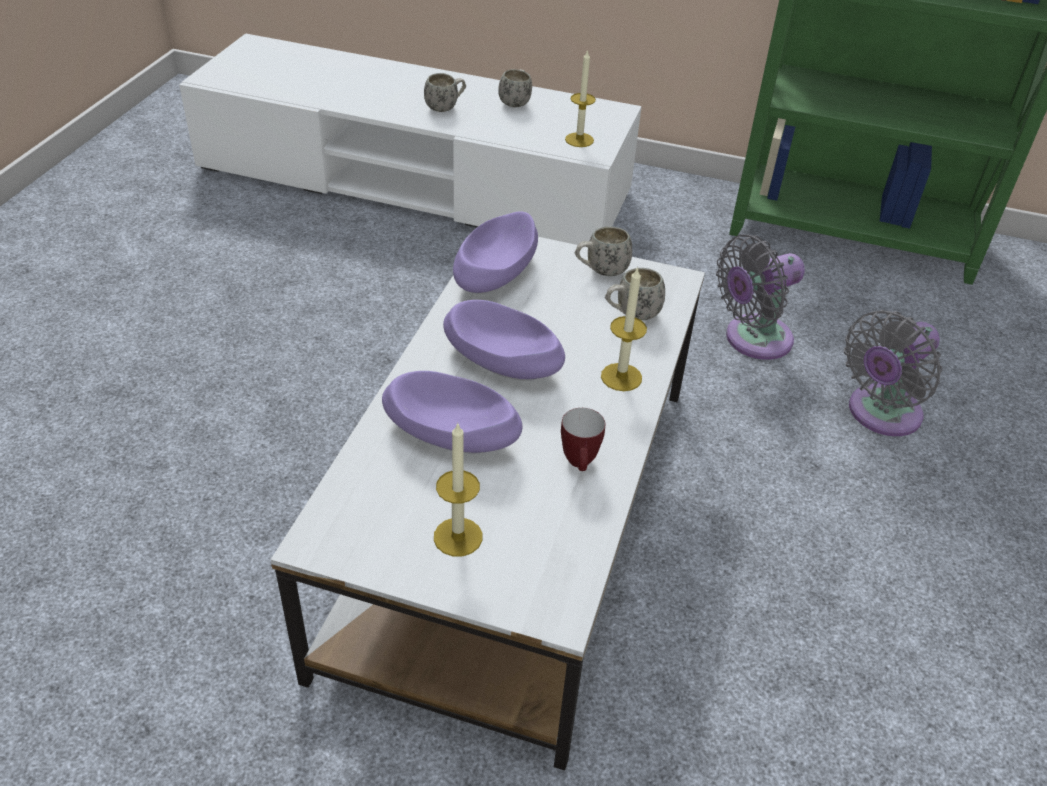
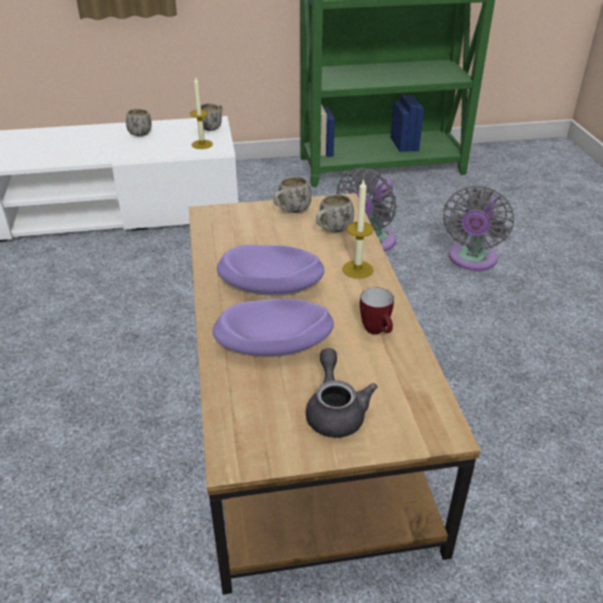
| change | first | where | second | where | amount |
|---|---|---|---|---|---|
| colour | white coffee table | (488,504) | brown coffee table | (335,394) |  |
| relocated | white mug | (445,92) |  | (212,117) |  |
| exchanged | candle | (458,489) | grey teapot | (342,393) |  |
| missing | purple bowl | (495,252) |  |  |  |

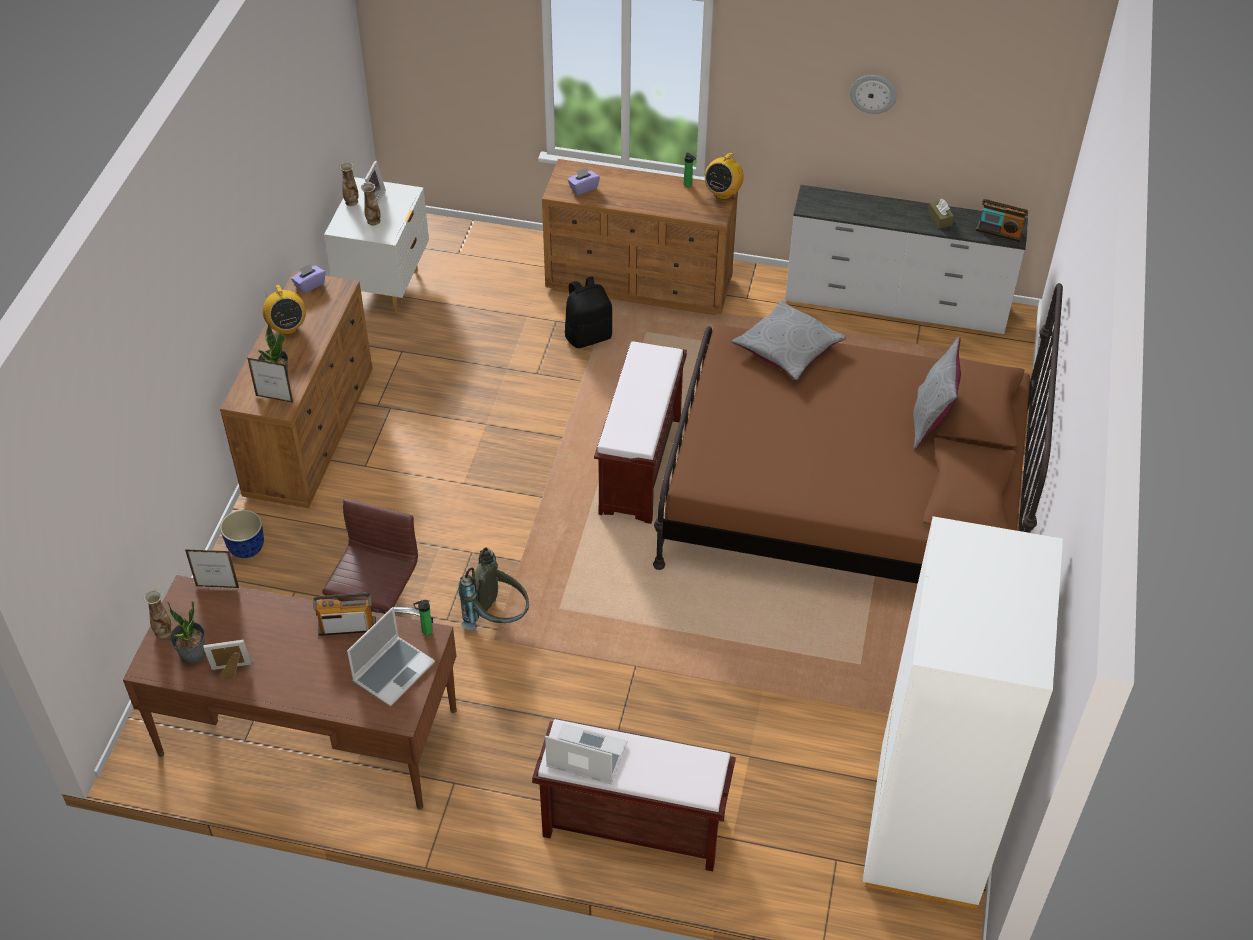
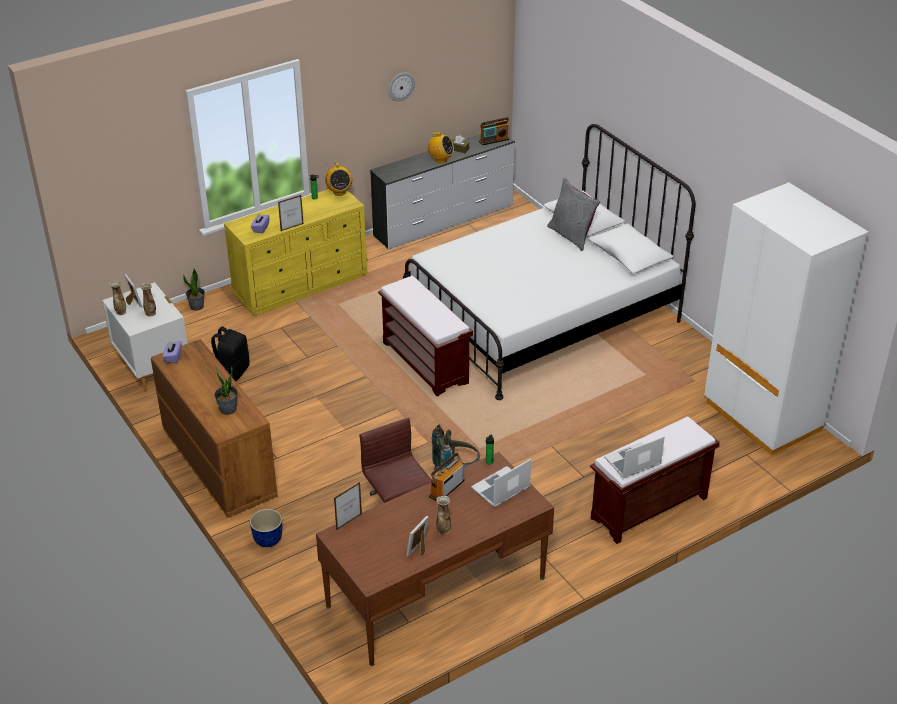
| change | first | where | second | where | amount |
|---|---|---|---|---|---|
| relocated | potted plant | (187,632) |  | (194,289) |  |
| relocated | black backpack | (588,312) |  | (230,353) |  |
| colour | brown dresser | (640,237) | yellow dresser | (296,252) |  |
| relocated | picture frame | (270,380) |  | (290,213) |  |
| colour | brown bed | (858,433) | white bed | (549,262) |  |
| relocated | radio | (284,310) |  | (439,147) |  |
| relocated | vase | (157,613) |  | (443,515) |  |
| spun | laptop | (391,656) |  | (501,483) | 120 degrees counterclockwise |
| missing | grey pillow | (789,340) |  |  |  |

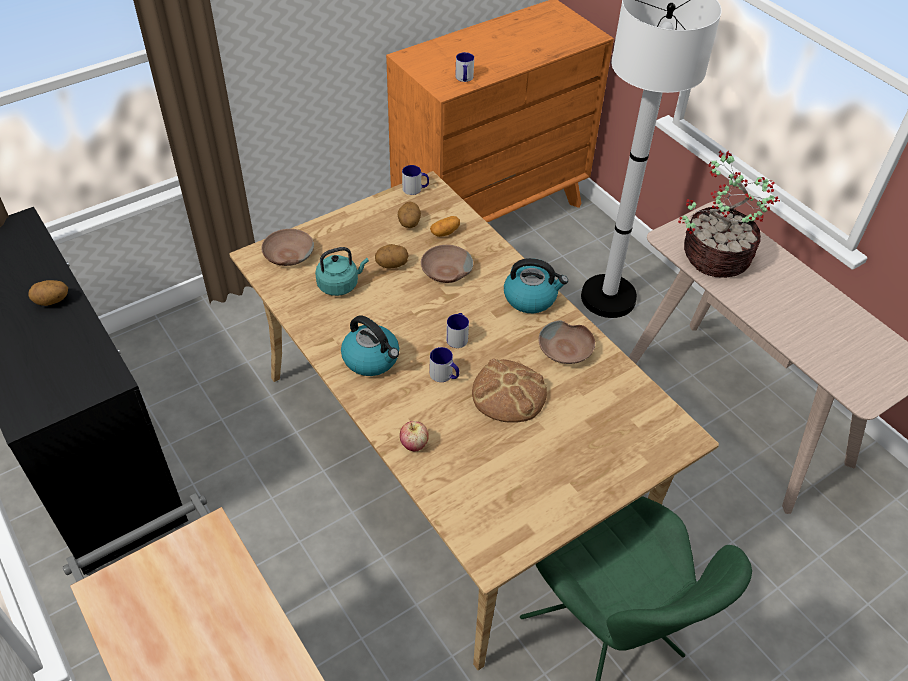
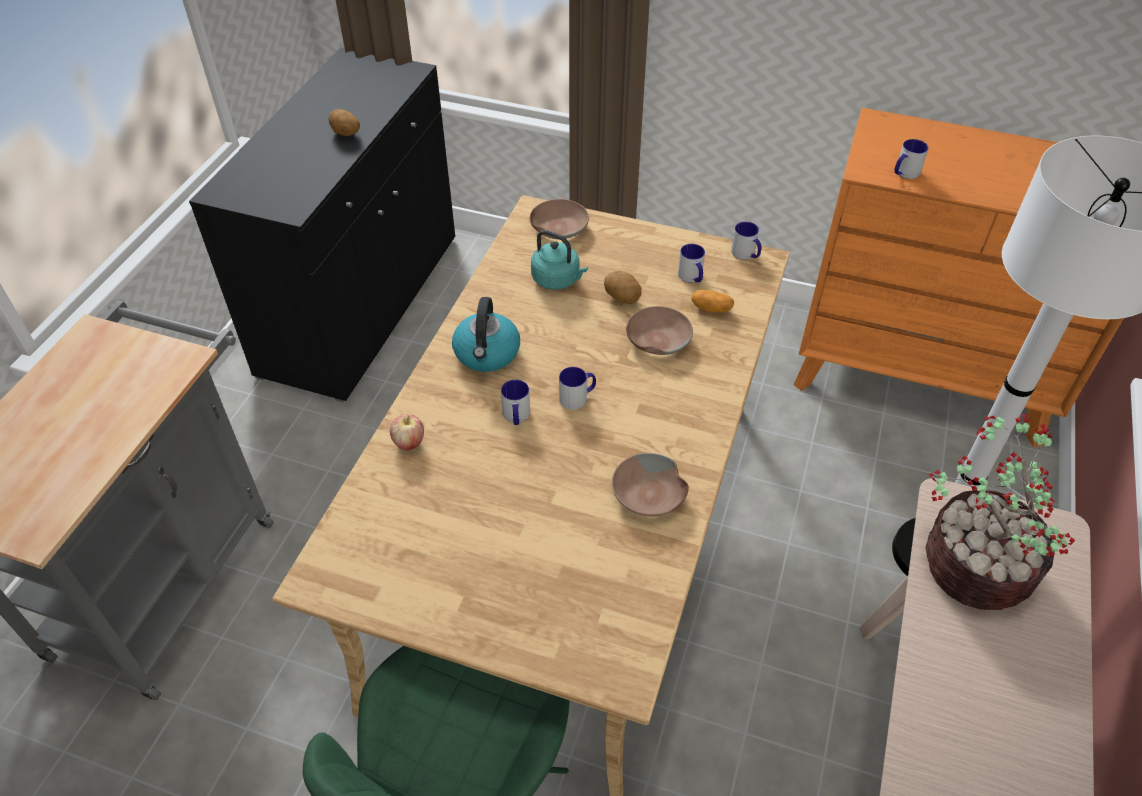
| change | first | where | second | where | amount |
|---|---|---|---|---|---|
| exchanged | potato | (409,215) | mug | (691,263) |  |
| missing | bread | (509,390) |  |  |  |
| missing | kettle | (536,285) |  |  |  |

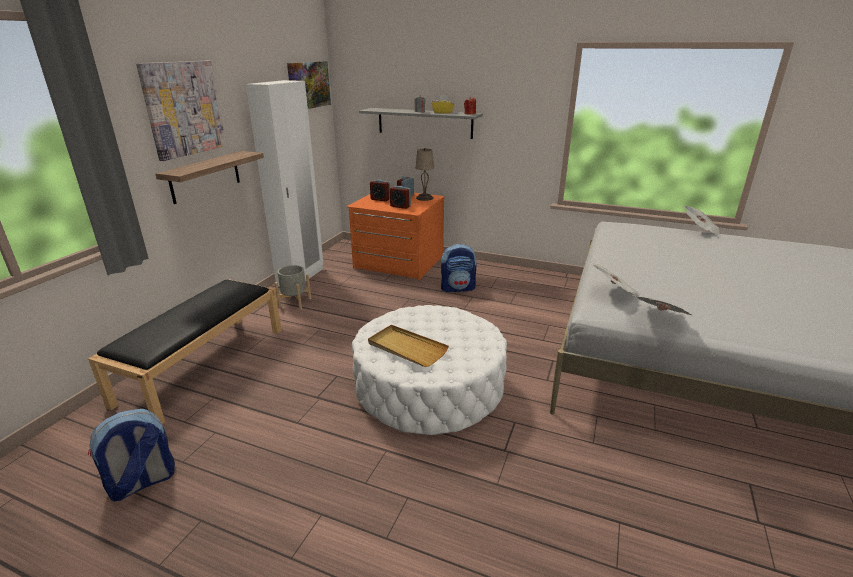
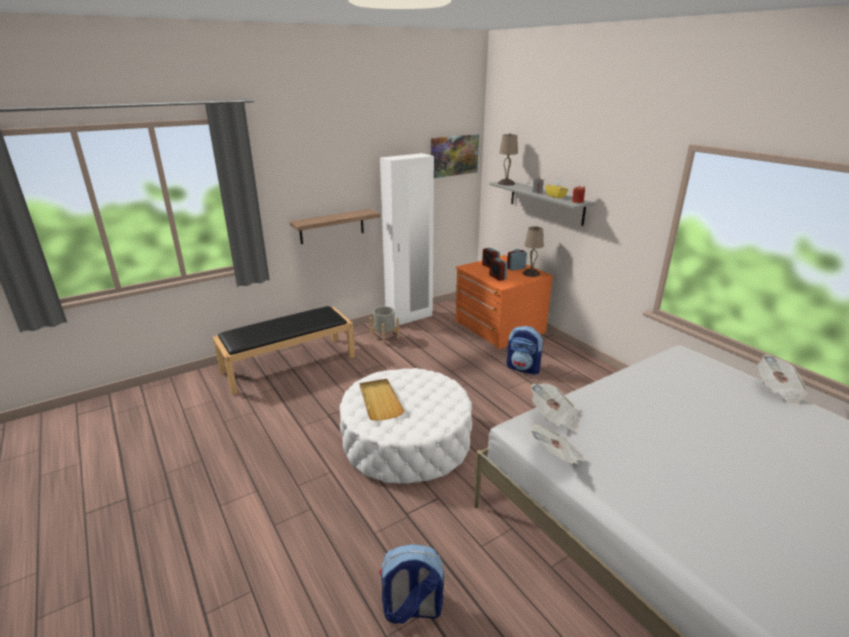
| change | first | where | second | where | amount |
|---|---|---|---|---|---|
| relocated | backpack | (131,455) |  | (411,584) |  |
| appeared |  |  | beige table lamp | (508,159) |  |
| missing | picture | (181,111) |  |  |  |

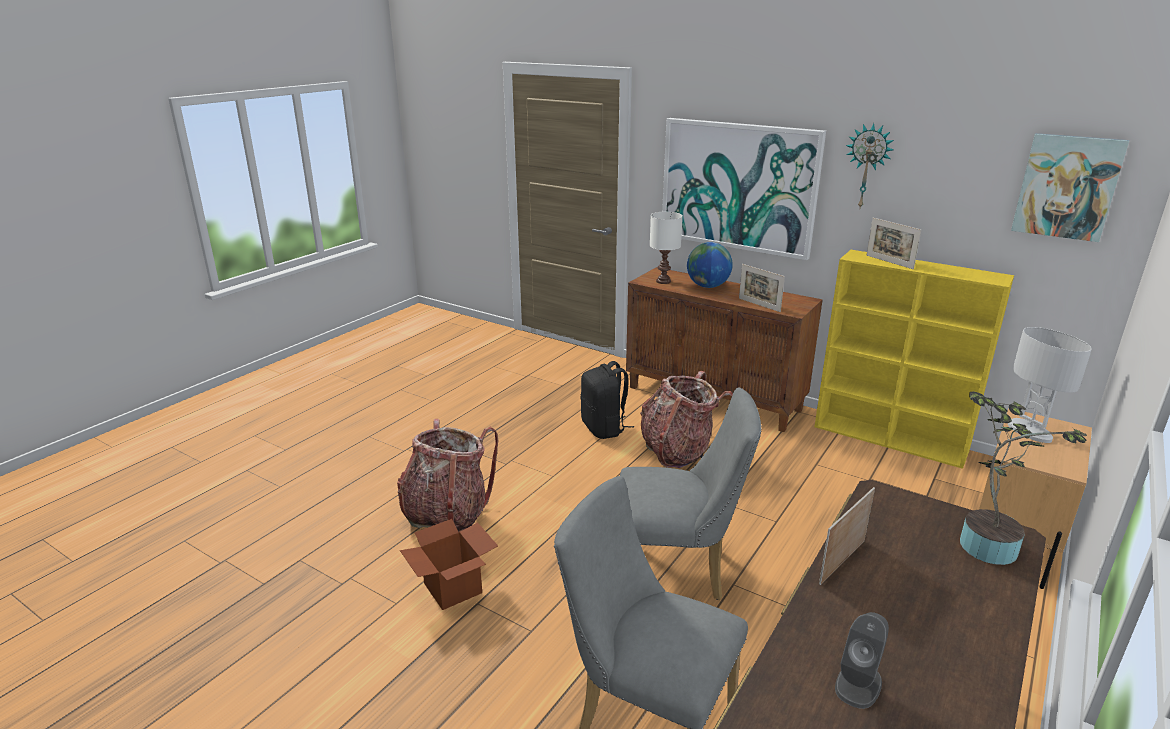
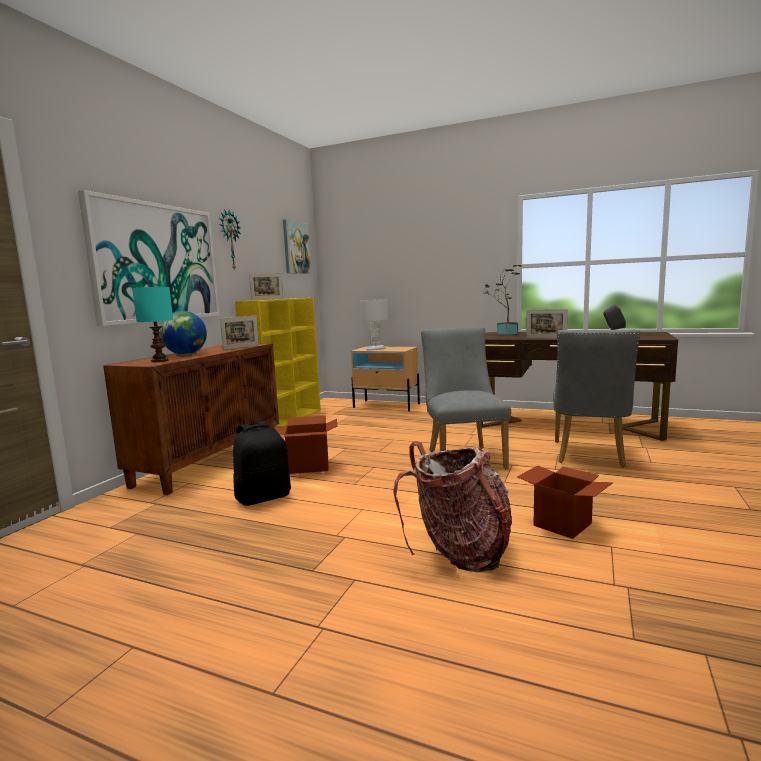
| change | first | where | second | where | amount |
|---|---|---|---|---|---|
| colour | white table lamp | (666,248) | turquoise table lamp | (152,324) |  |
| exchanged | backpack | (686,419) | cardboard box | (305,444) |  |

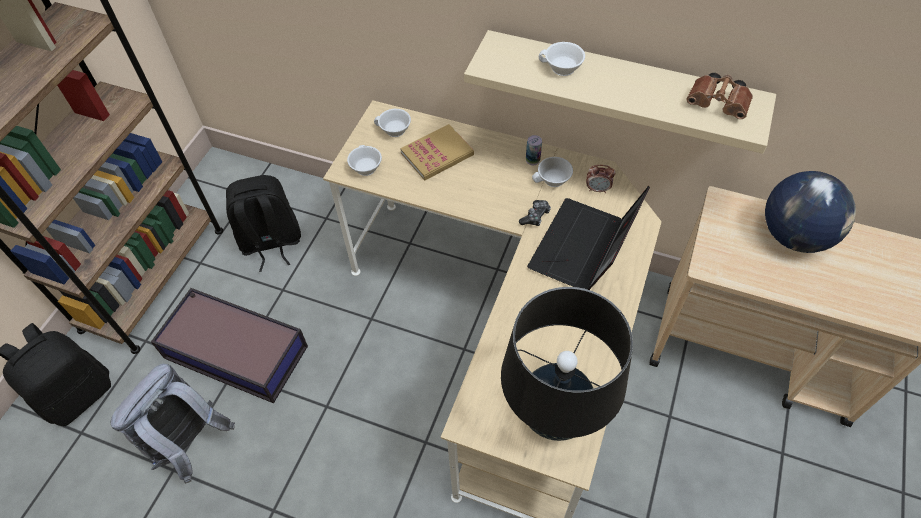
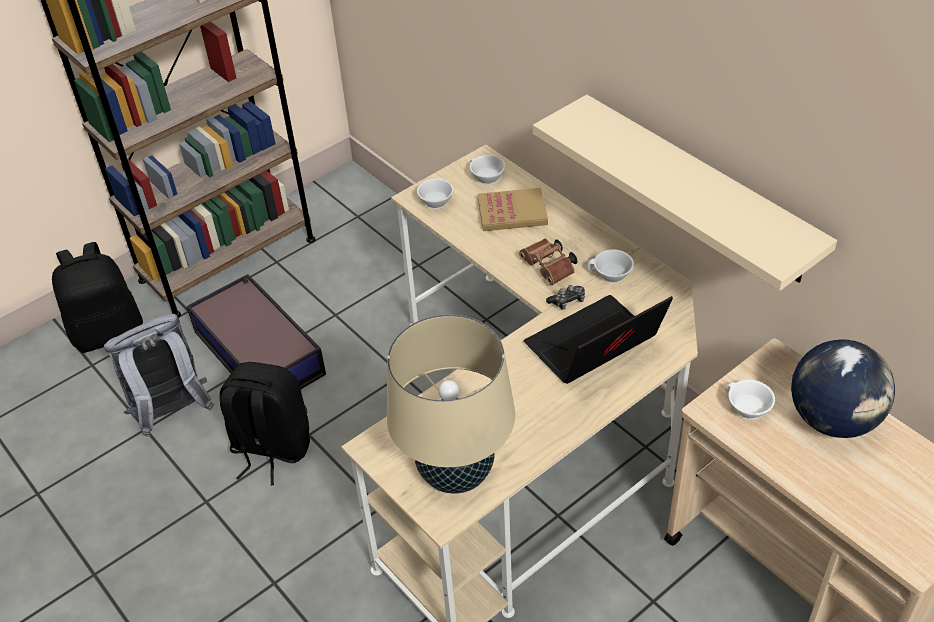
| change | first | where | second | where | amount |
|---|---|---|---|---|---|
| relocated | black backpack | (263,223) |  | (265,423) |  |
| colour | black table lamp | (567,364) | beige table lamp | (451,404) |  |
| relocated | brown binoculars | (719,96) |  | (548,262) |  |
| relocated | white cup | (562,59) |  | (750,399) |  |
| missing | can | (534,150) |  |  |  |
| missing | alarm clock | (600,179) |  |  |  |

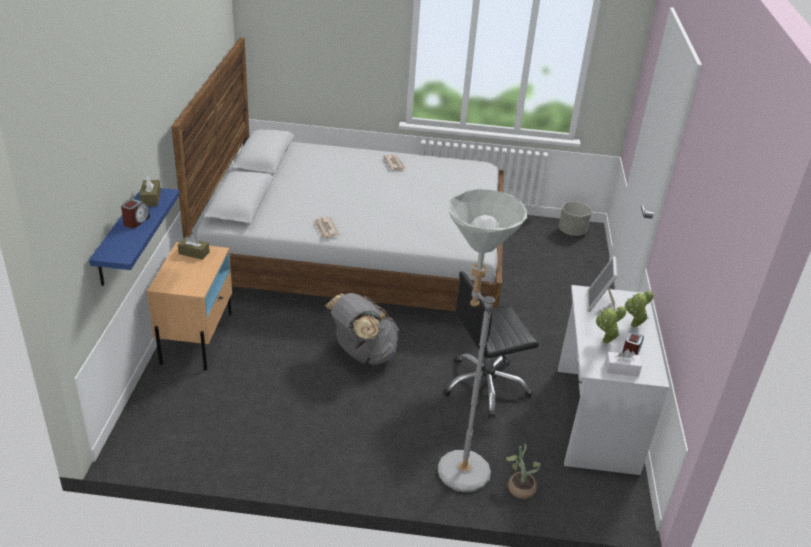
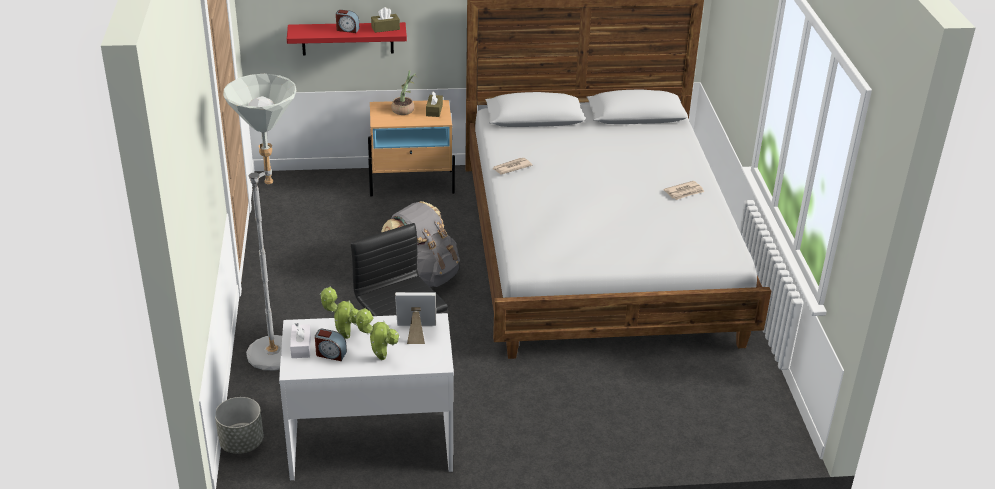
| change | first | where | second | where | amount |
|---|---|---|---|---|---|
| relocated | grey planter | (575,218) |  | (239,425) |  |
| colour | blue shelf | (134,237) | red shelf | (347,38) |  |
| relocated | potted plant | (523,471) |  | (405,92) |  |

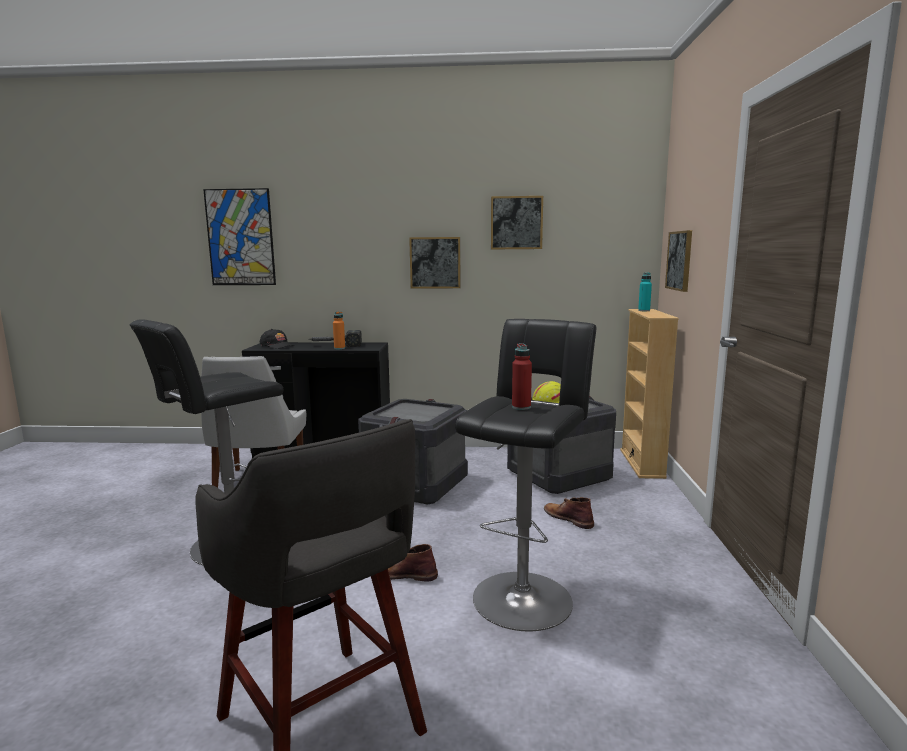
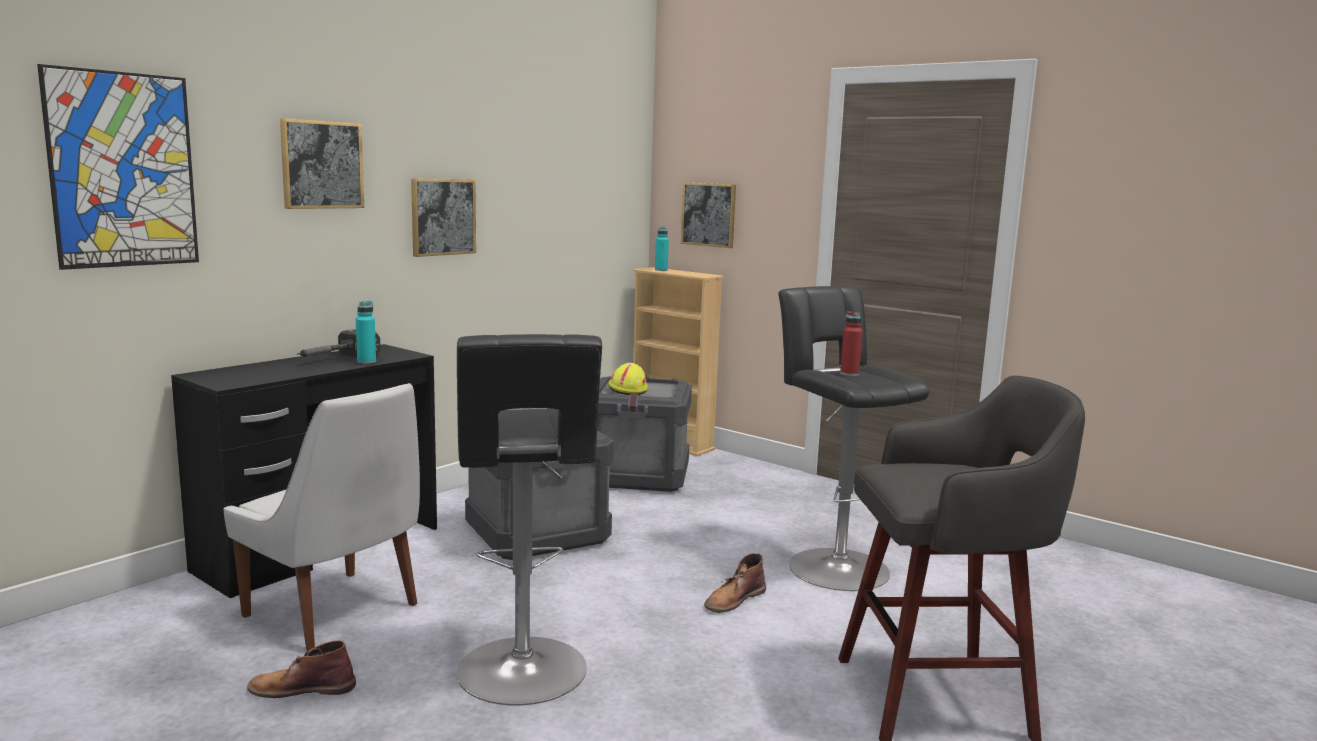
| change | first | where | second | where | amount |
|---|---|---|---|---|---|
| relocated | brown boot | (569,513) |  | (301,669) |  |
| relocated | picture | (517,222) |  | (322,163) |  |
| colour | orange bottle | (339,330) | turquoise bottle | (366,332) |  |
| missing | black cap | (277,339) |  |  |  |

